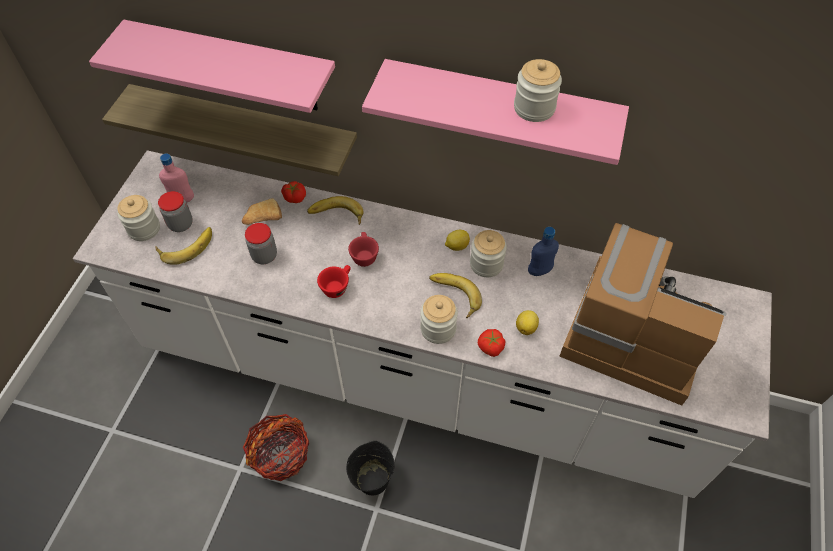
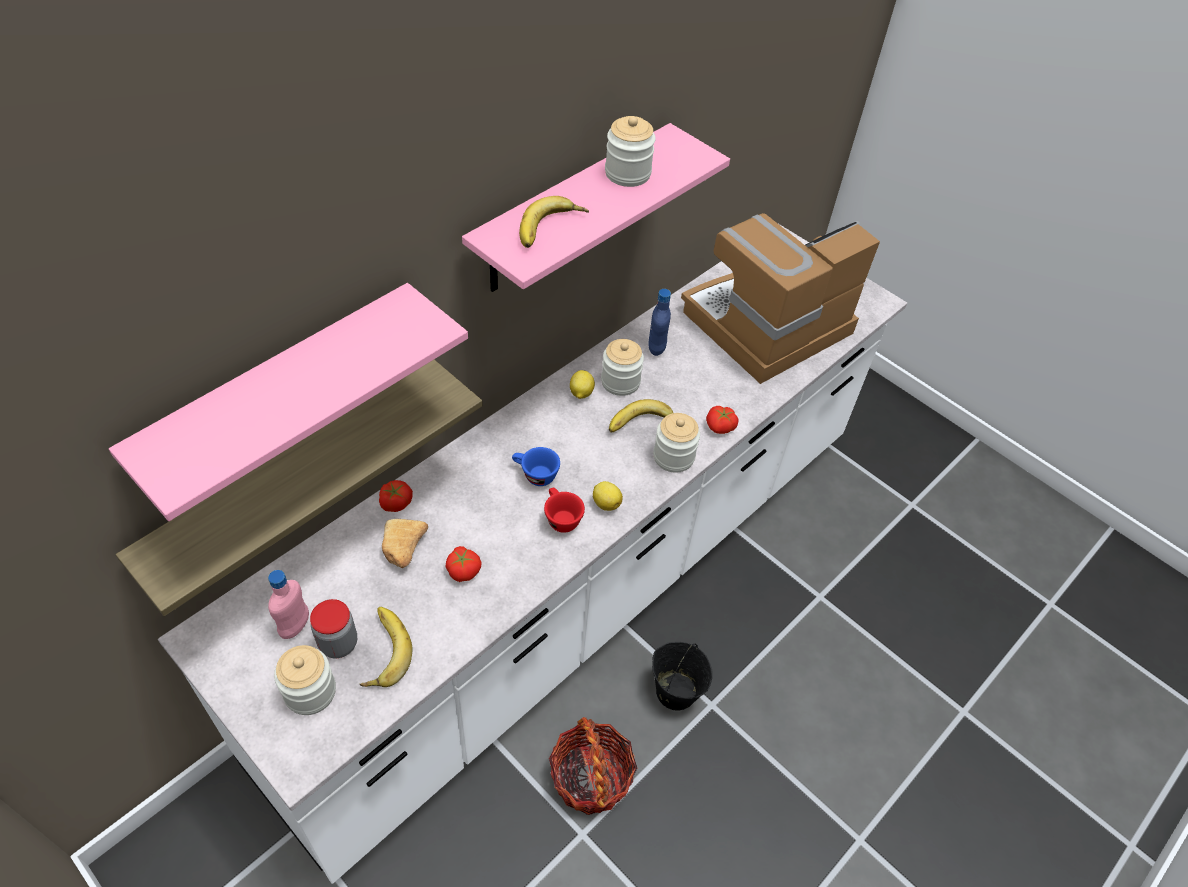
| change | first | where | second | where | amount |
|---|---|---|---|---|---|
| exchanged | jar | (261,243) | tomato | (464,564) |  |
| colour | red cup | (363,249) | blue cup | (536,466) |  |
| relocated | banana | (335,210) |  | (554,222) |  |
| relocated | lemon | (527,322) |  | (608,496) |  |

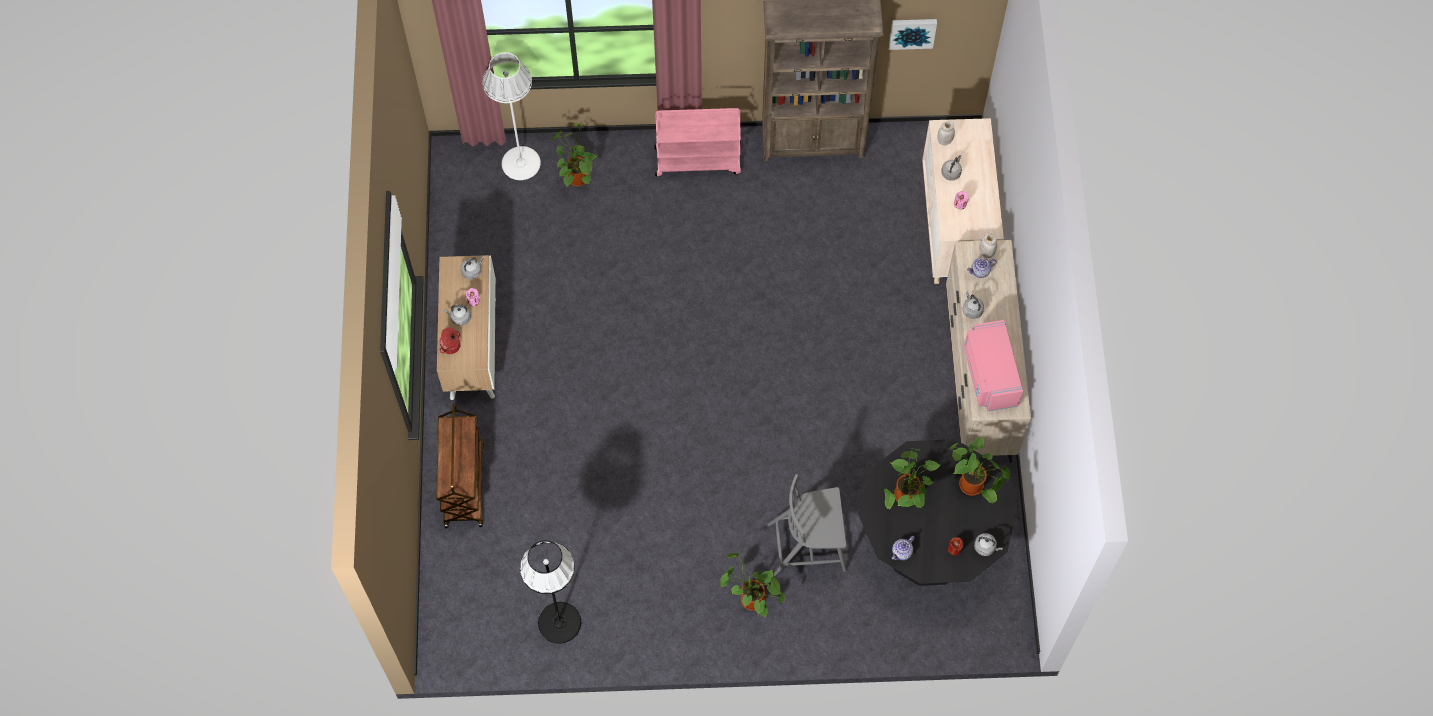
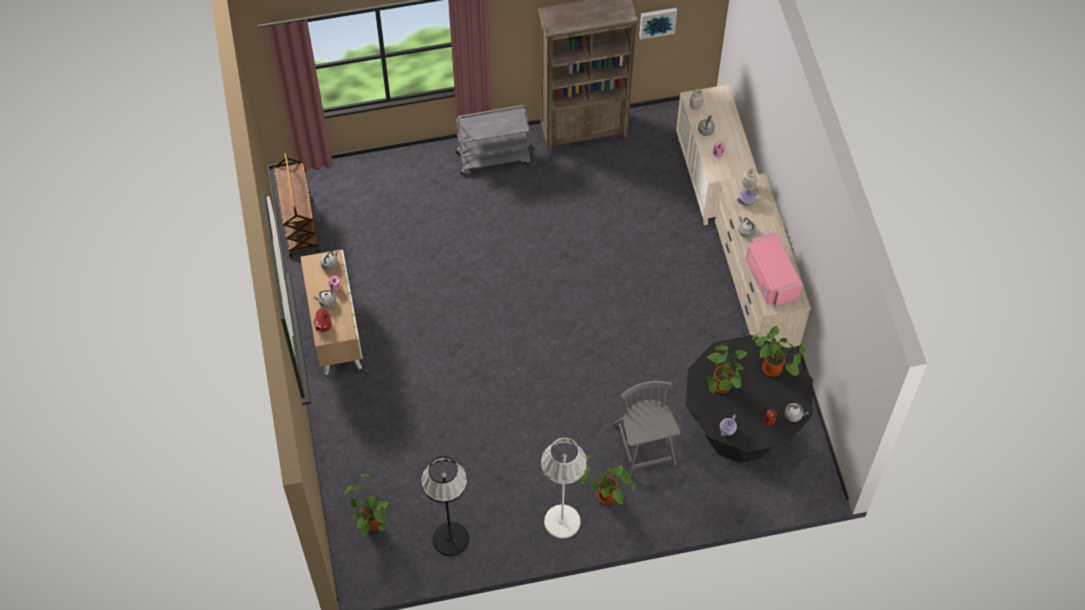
| change | first | where | second | where | amount |
|---|---|---|---|---|---|
| relocated | brown cart | (460,466) |  | (296,204) |  |
| relocated | potted plant | (574,154) |  | (366,505) |  |
| colour | pink cart | (697,142) | grey cart | (493,140) |  |
| relocated | white floor lamp | (512,116) |  | (564,488) |  |
| spun | grey chair | (807,525) |  | (646,428) | 90 degrees clockwise |

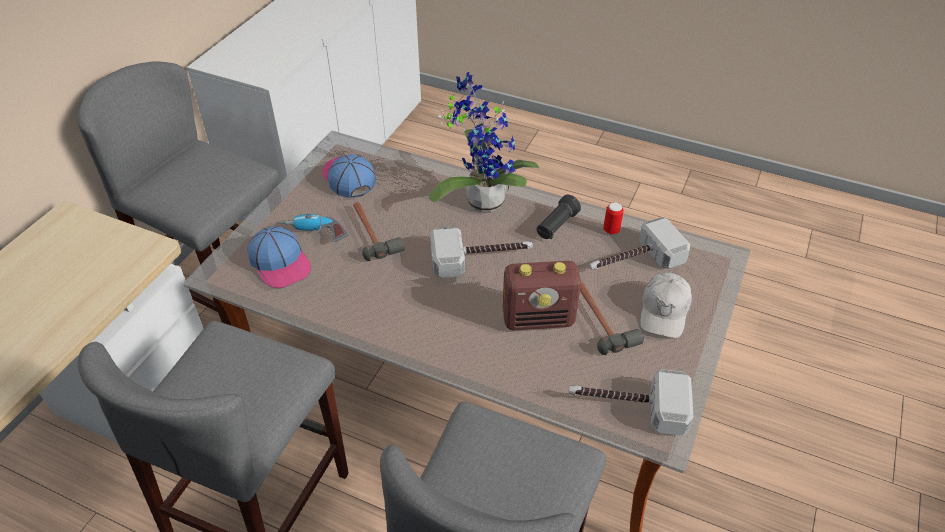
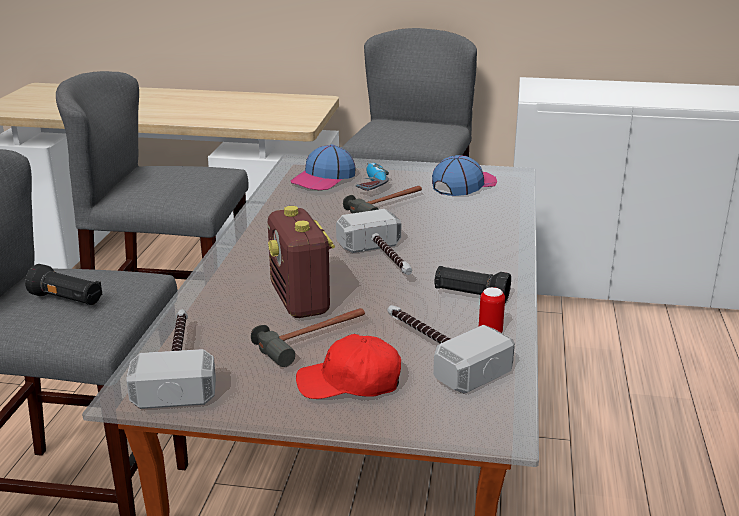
| change | first | where | second | where | amount |
|---|---|---|---|---|---|
| appeared |  |  | black flashlight | (64,284) |  |
| colour | white cap | (666,305) | red cap | (348,366) |  |
| missing | potted plant | (484,141) |  |  |  |

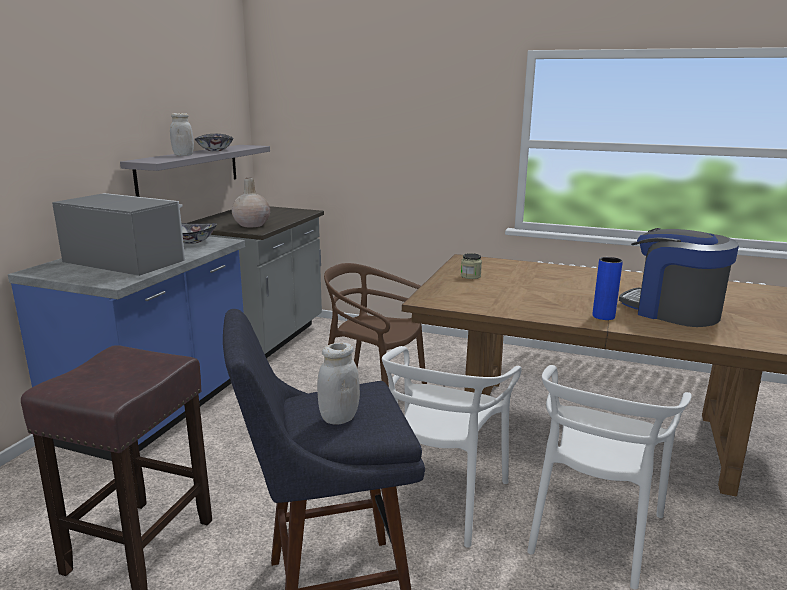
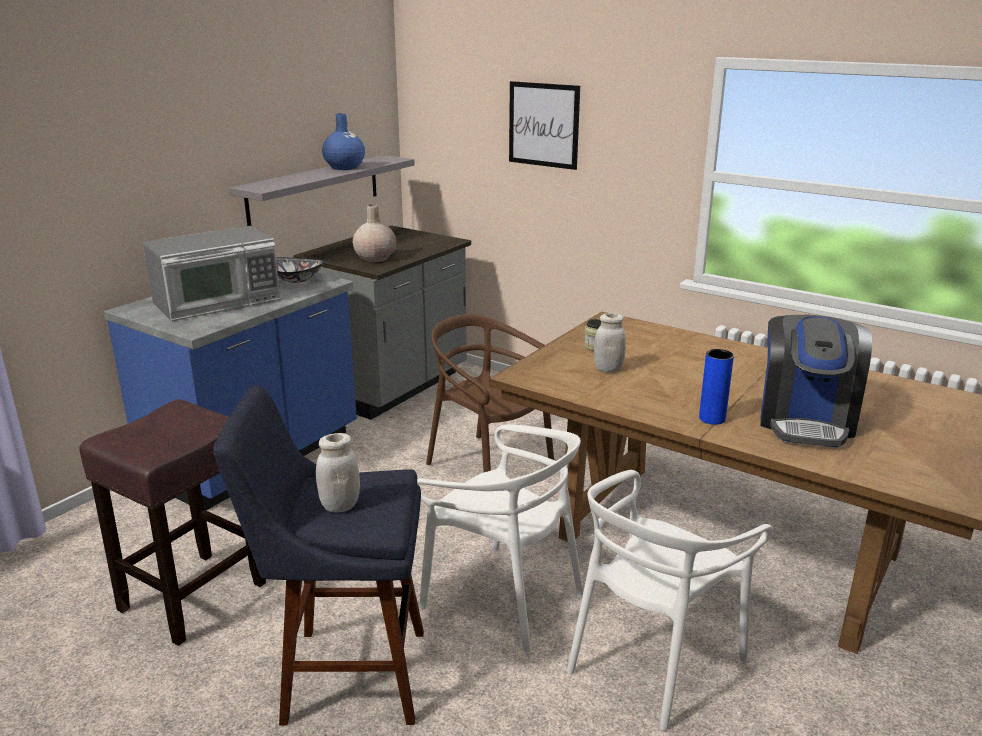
| change | first | where | second | where | amount |
|---|---|---|---|---|---|
| spun | microwave | (118,234) |  | (211,273) | 105 degrees clockwise |
| exchanged | bowl | (214,142) | blue vase | (343,141) |  |
| spun | white chair | (451,447) |  | (500,538) | 90 degrees counterclockwise |
| appeared |  |  | picture | (544,125) |  |
| relocated | white jar | (182,134) |  | (610,342) |  |
| spun | coffee machine | (679,277) |  | (816,381) | 135 degrees counterclockwise |

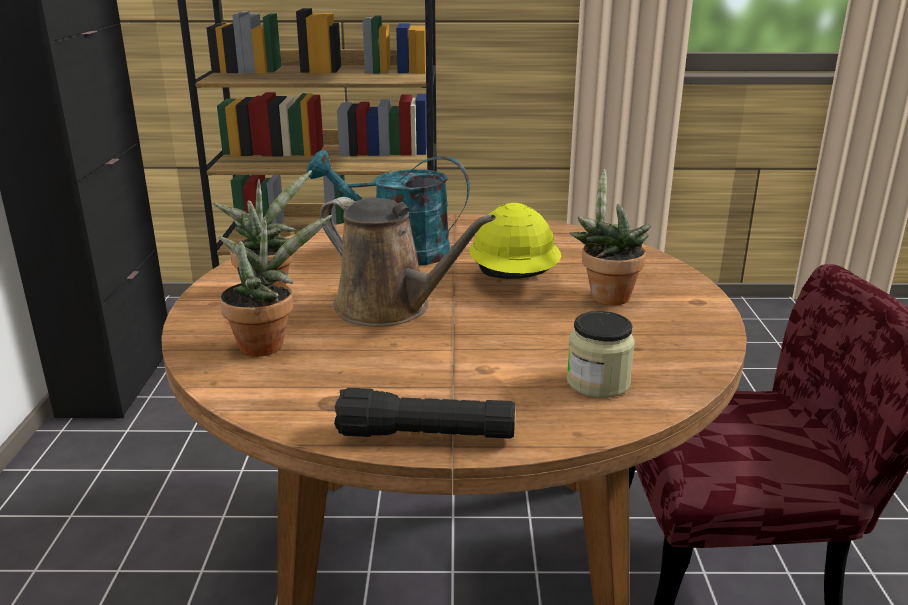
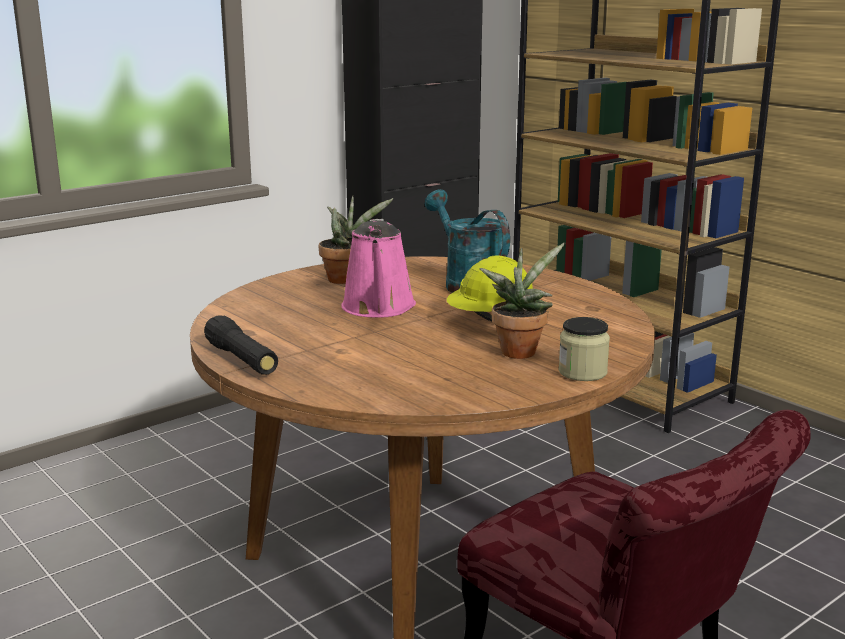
| change | first | where | second | where | amount |
|---|---|---|---|---|---|
| colour | brown watering can | (408,262) | pink watering can | (378,268) |  |
| relocated | jar | (601,354) |  | (584,349) |  |
| missing | potted plant | (275,286) |  |  |  |

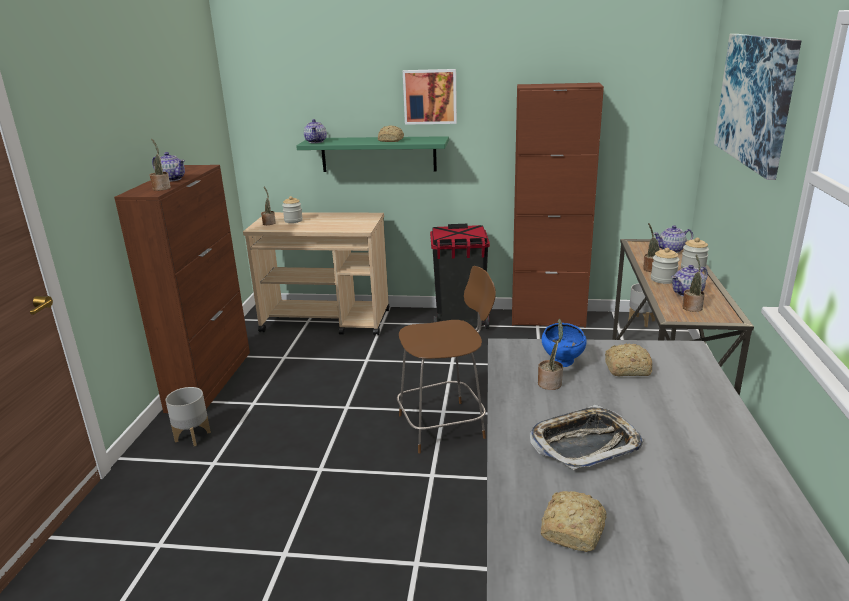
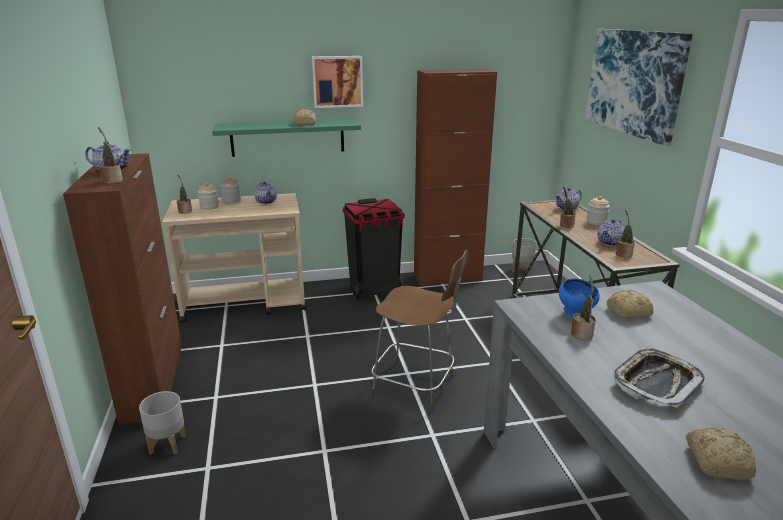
| change | first | where | second | where | amount |
|---|---|---|---|---|---|
| relocated | jar | (665,266) |  | (231,190) |  |
| relocated | teapot | (315,131) |  | (266,193) |  |
| spun | brown chair | (446,359) |  | (420,331) | 60 degrees clockwise |

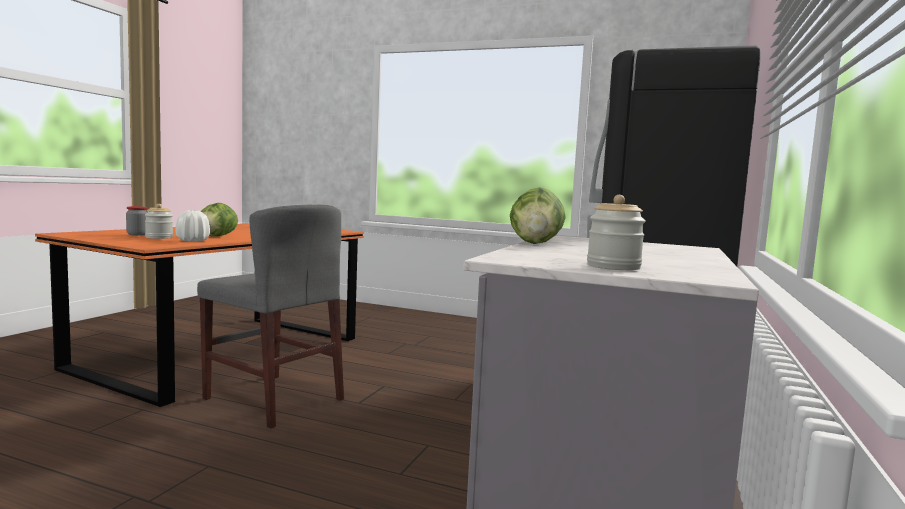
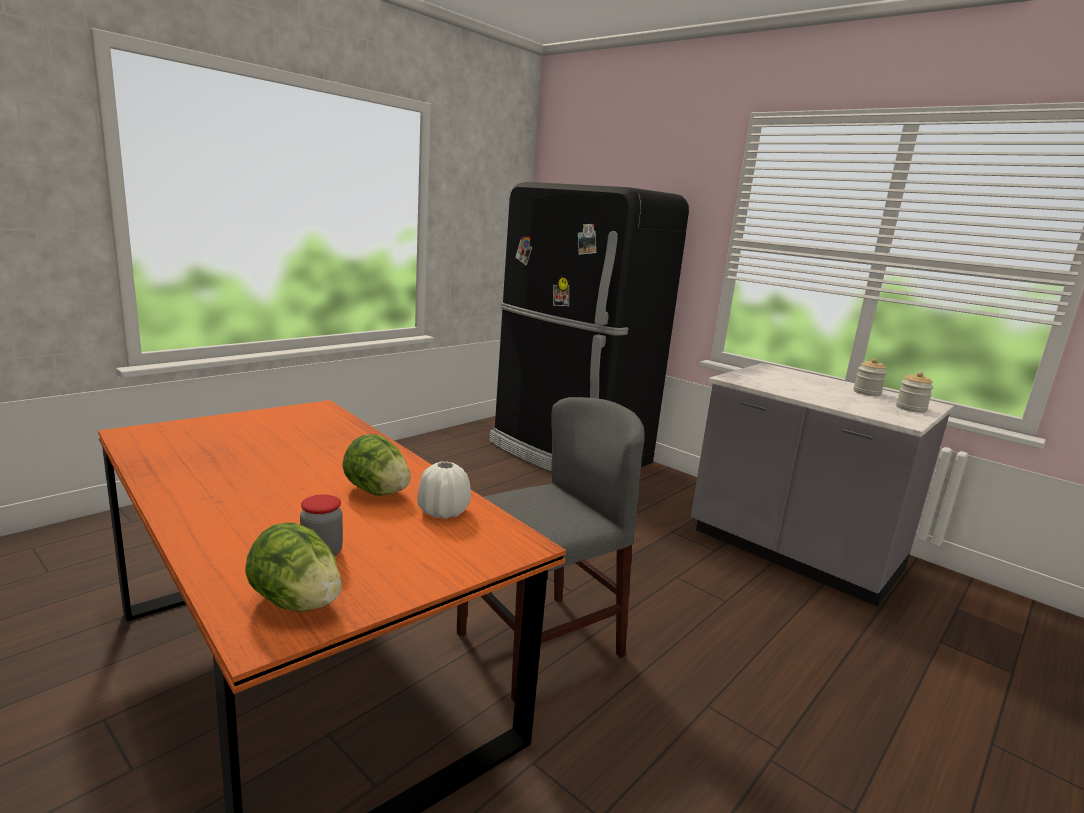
| change | first | where | second | where | amount |
|---|---|---|---|---|---|
| relocated | lettuce | (538,215) |  | (293,567) |  |
| relocated | jar | (159,221) |  | (870,377) |  |

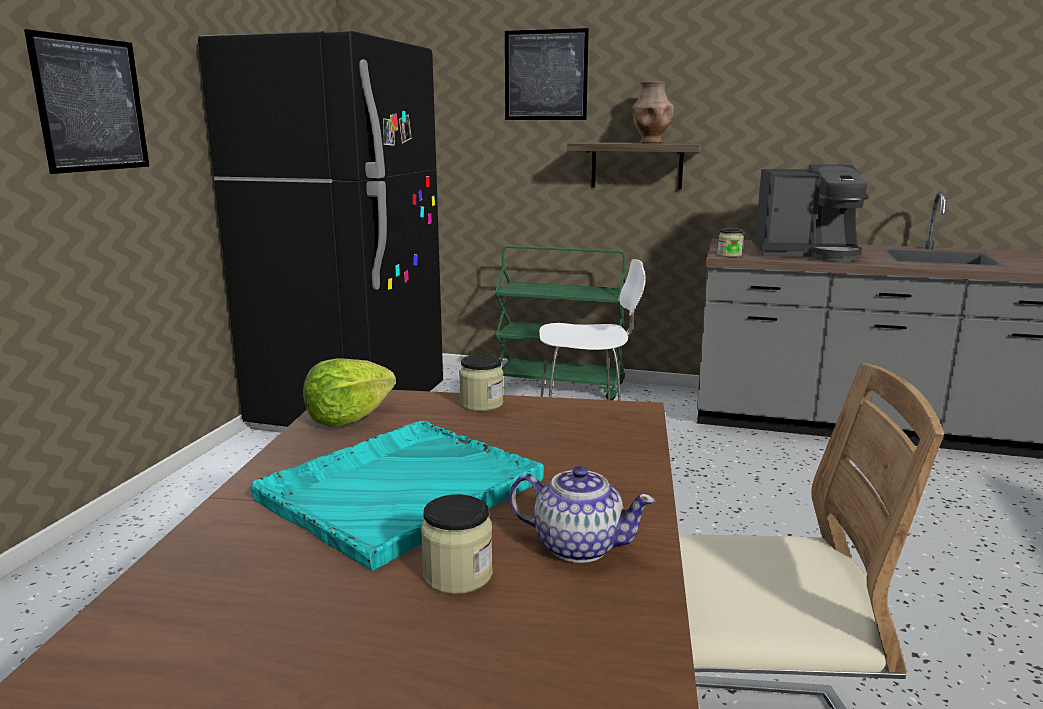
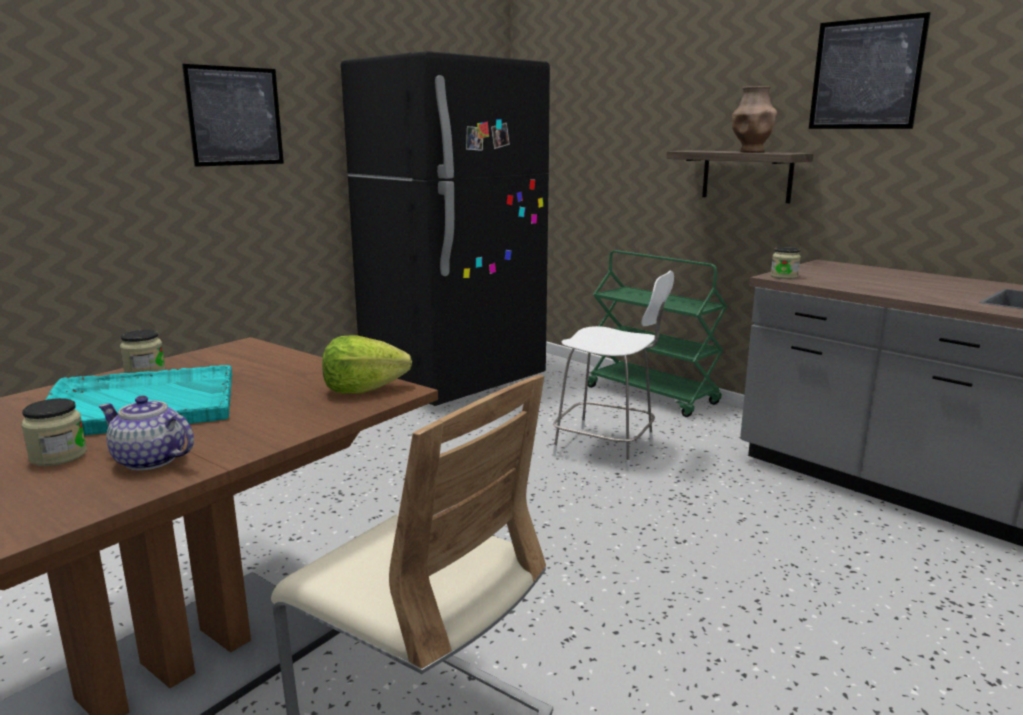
| change | first | where | second | where | amount |
|---|---|---|---|---|---|
| spun | teapot | (582,514) |  | (146,433) | 150 degrees clockwise |
| relocated | jar | (481,382) |  | (143,351) |  |
| relocated | lettuce | (349,392) |  | (367,365) |  |
| relocated | picture | (547,74) |  | (870,70) |  |
| missing | coffee machine | (810,213) |  |  |  |

